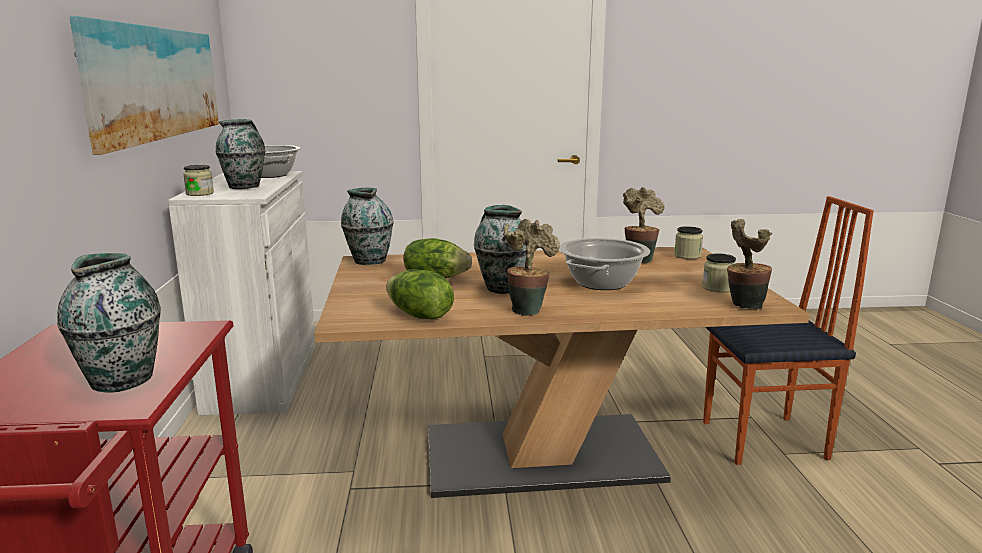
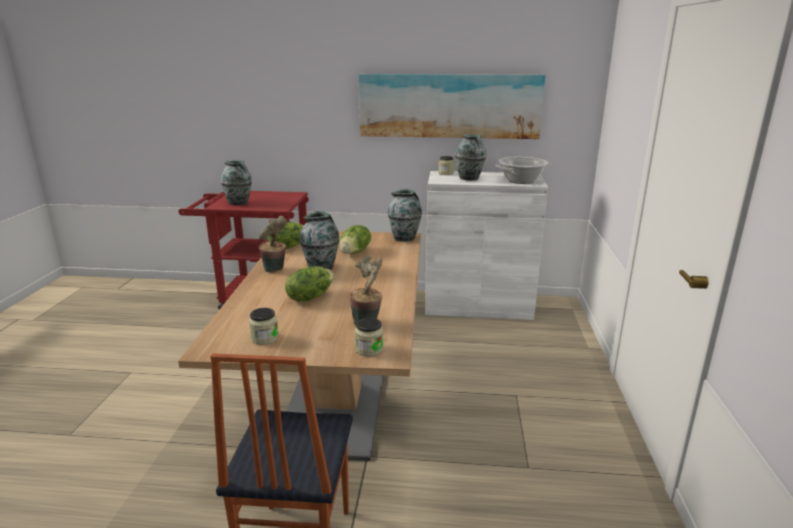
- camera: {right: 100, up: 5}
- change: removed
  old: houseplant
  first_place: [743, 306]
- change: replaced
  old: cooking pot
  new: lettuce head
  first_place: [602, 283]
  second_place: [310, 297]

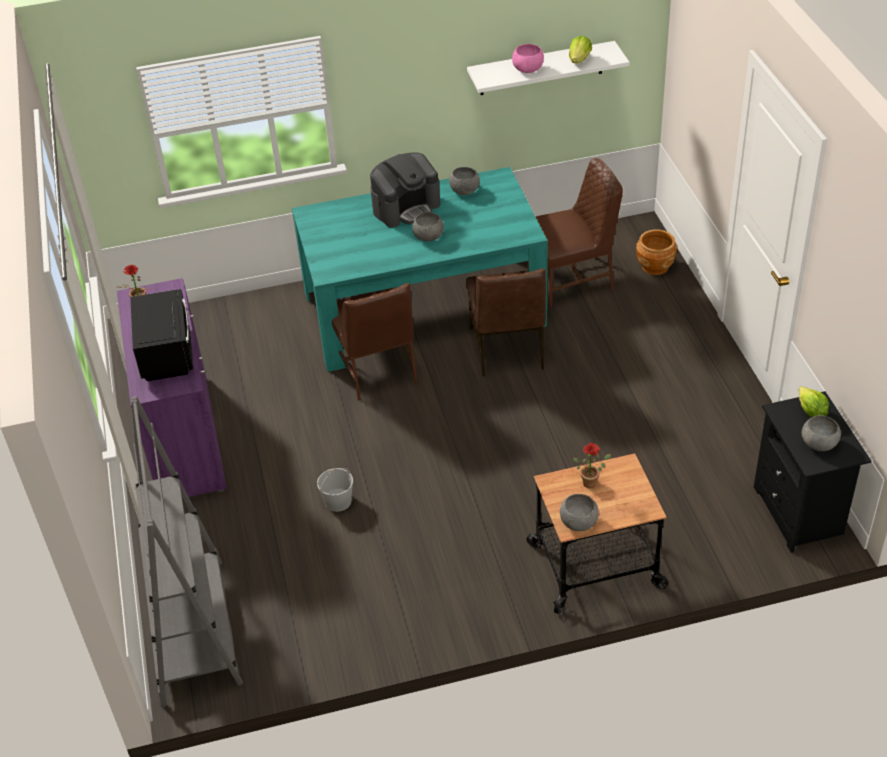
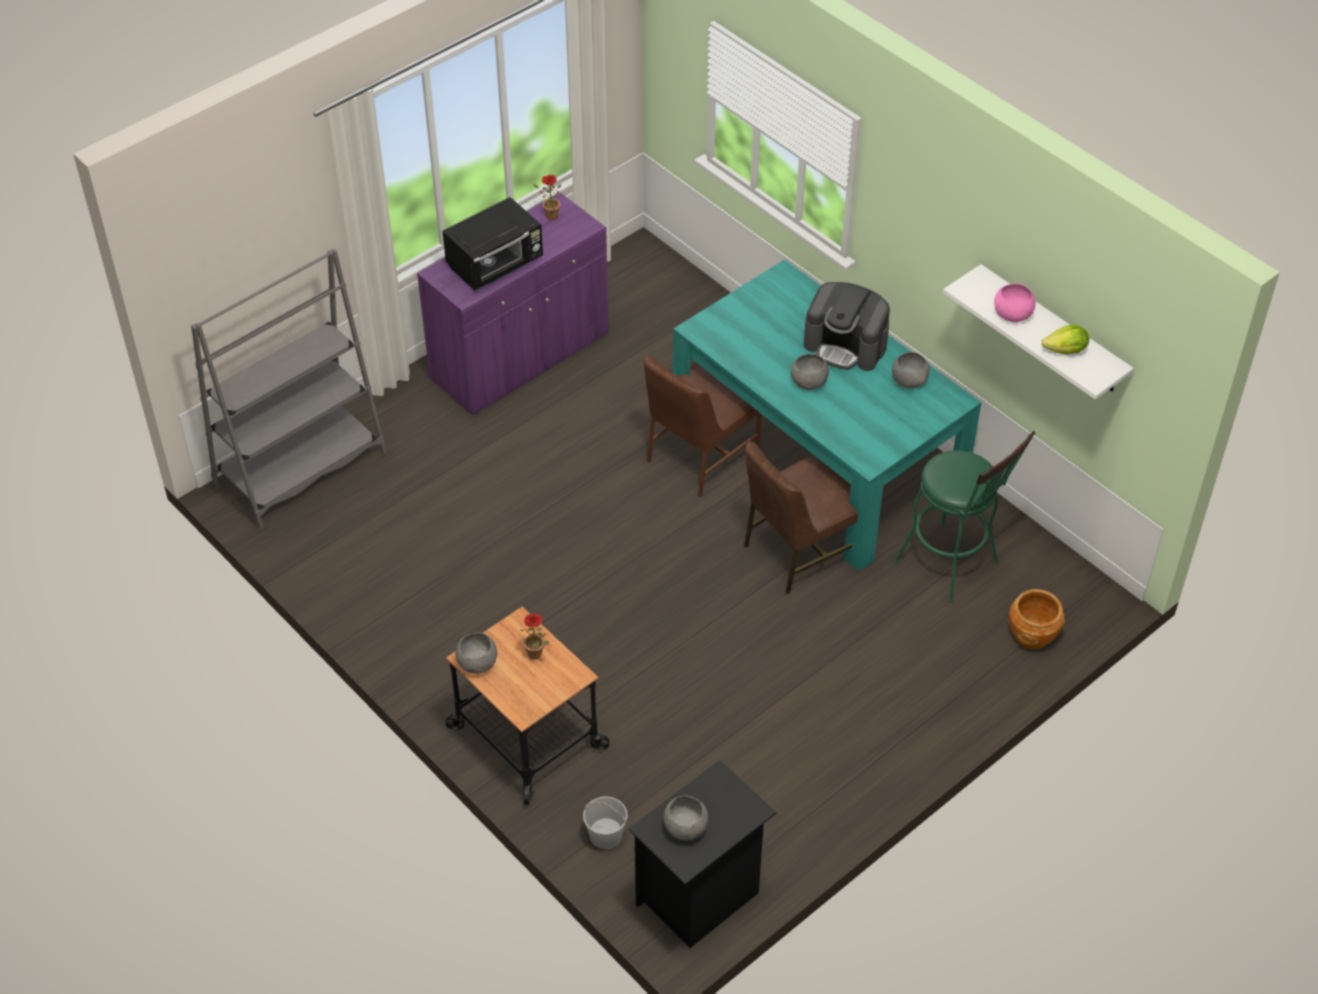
- camera: {right: 60, up: 5}
- change: removed
  old: lettuce head
  first_place: [811, 412]
- change: moved
  old: white-coloured pail
  first_place: [337, 501]
  second_place: [605, 835]
- change: replaced
  old: brownish plain chair
  new: green-coloured stool seat
  first_place: [572, 280]
  second_place: [953, 566]

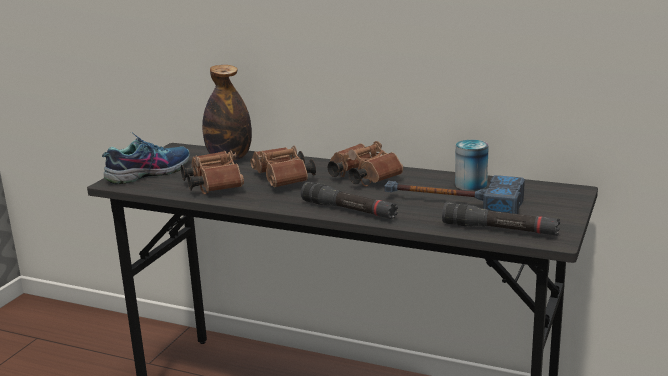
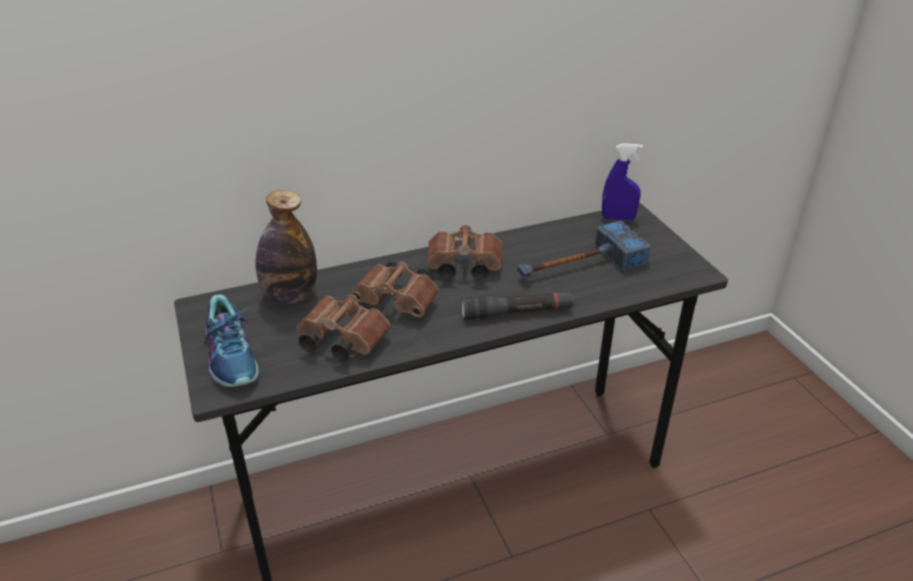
- camera: {right: -45, up: 15}
- change: removed
  old: black-coloured hand torch
  first_place: [500, 230]
- change: removed
  old: metal can
  first_place: [471, 185]
- change: added
  new: blue-coloured hand sprayer
  second_place: [618, 218]
- change: turned
  old: item of footwear
  first_place: [148, 172]
  second_place: [232, 356]
  degrees: 150

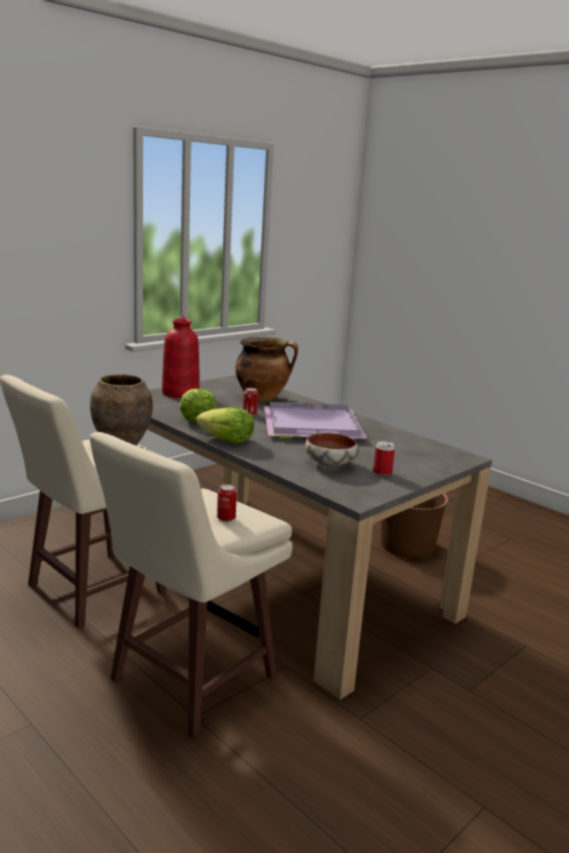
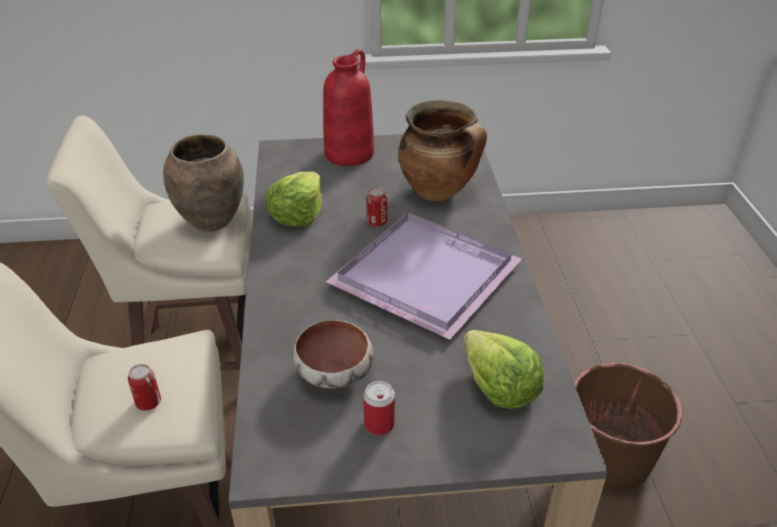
- camera: {right: 40, up: 20}
- change: moved
  old: lettuce head
  first_place: [227, 440]
  second_place: [499, 387]

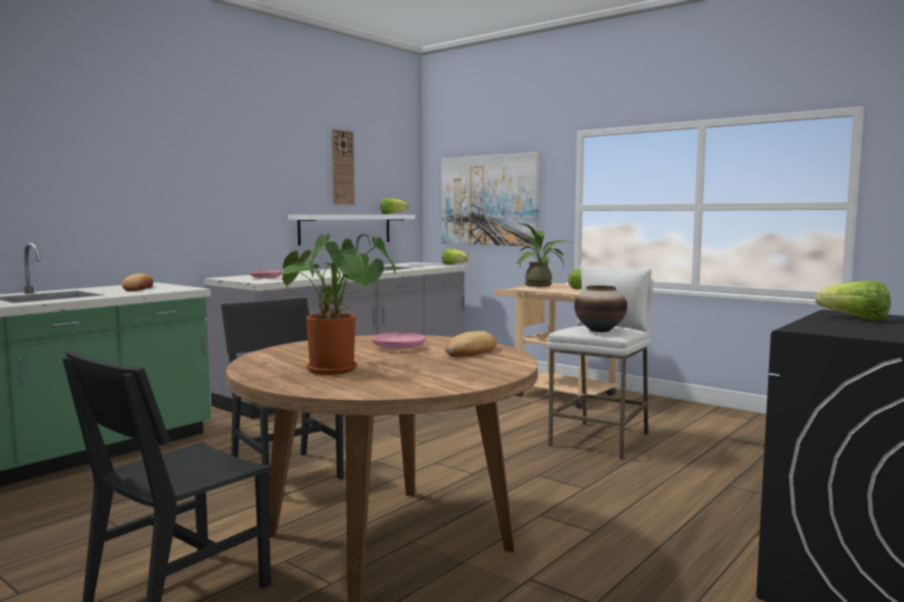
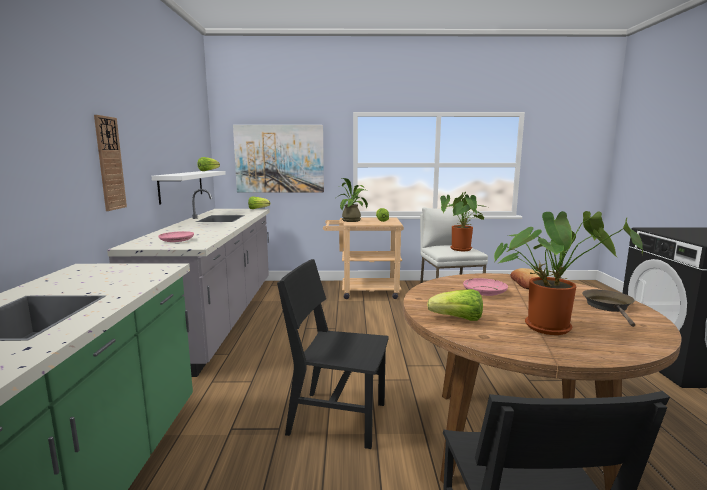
- camera: {right: -40, up: 5}
- change: removed
  old: bakery bread
  first_place: [138, 288]
- change: added
  new: brownish skillet
  second_place: [609, 307]
- change: moved
  old: wall clock
  first_place: [342, 167]
  second_place: [109, 163]
- change: moved
  old: lettuce head
  first_place: [855, 318]
  second_place: [457, 319]
- change: replaced
  old: decorative vase
  new: houseplant
  first_place: [599, 330]
  second_place: [461, 250]

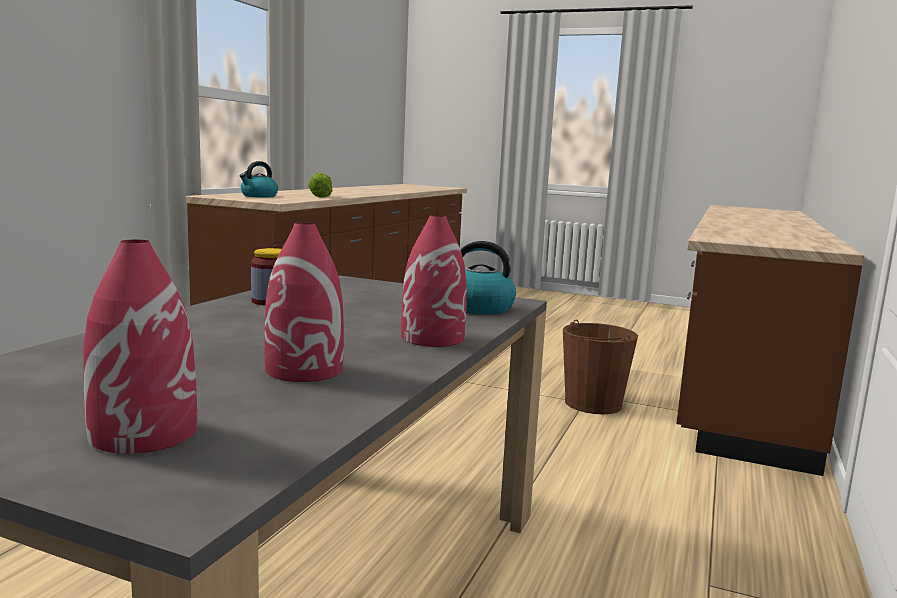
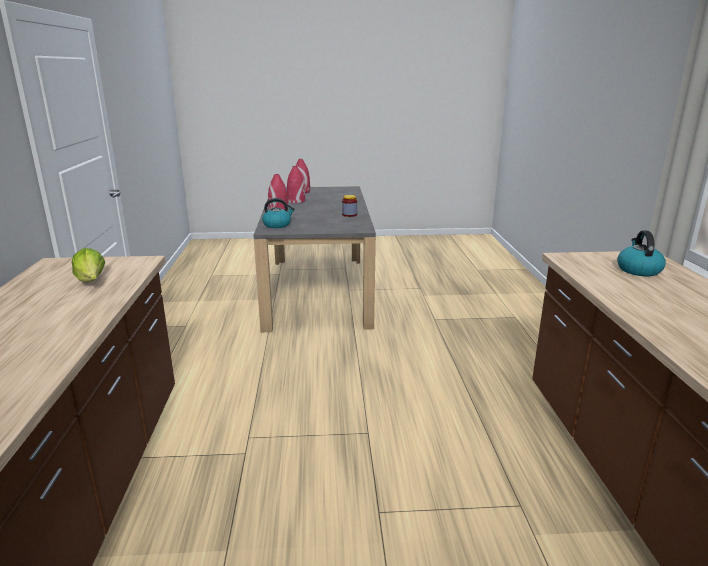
- camera: {right: 155, up: 10}
- change: removed
  old: brownish pail
  first_place: [592, 404]
- change: moved
  old: lettuce head
  first_place: [321, 197]
  second_place: [91, 282]

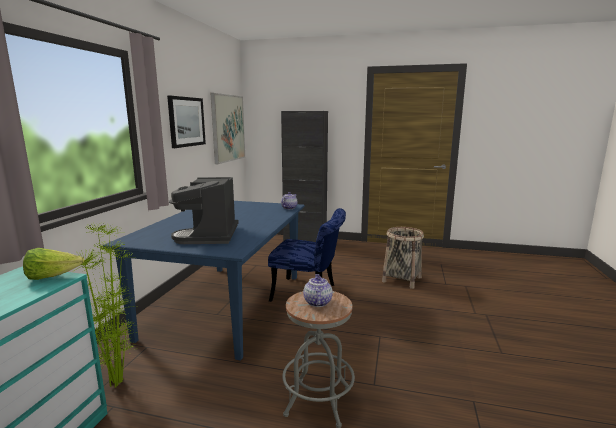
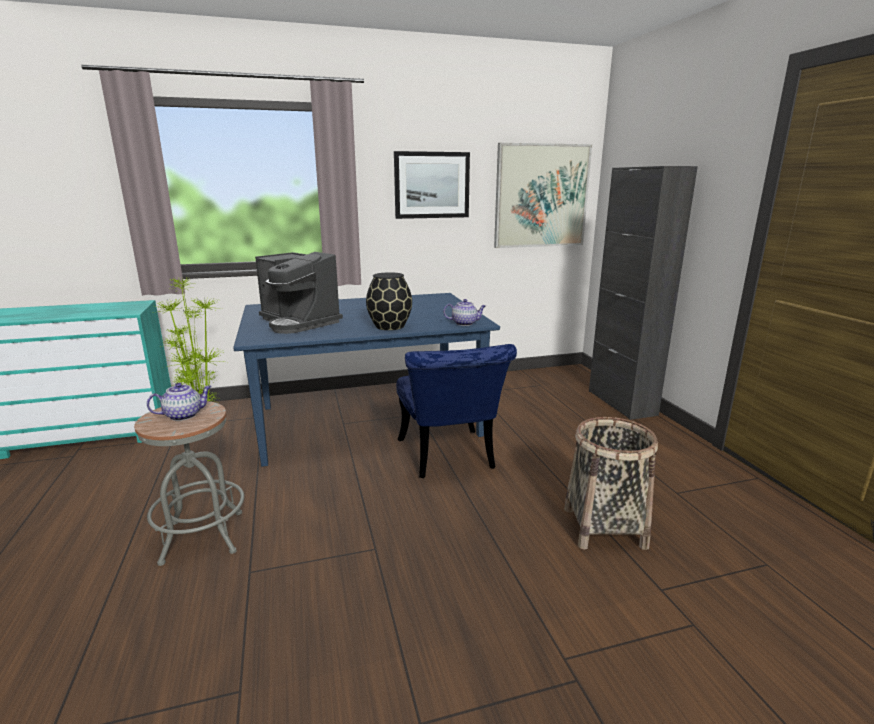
- camera: {right: 60, up: 5}
- change: removed
  old: lettuce head
  first_place: [52, 277]
- change: added
  new: black-coloured decorative vase
  second_place: [389, 326]
- change: turned
  old: coffee machine
  first_place: [210, 236]
  second_place: [299, 322]
  degrees: -105

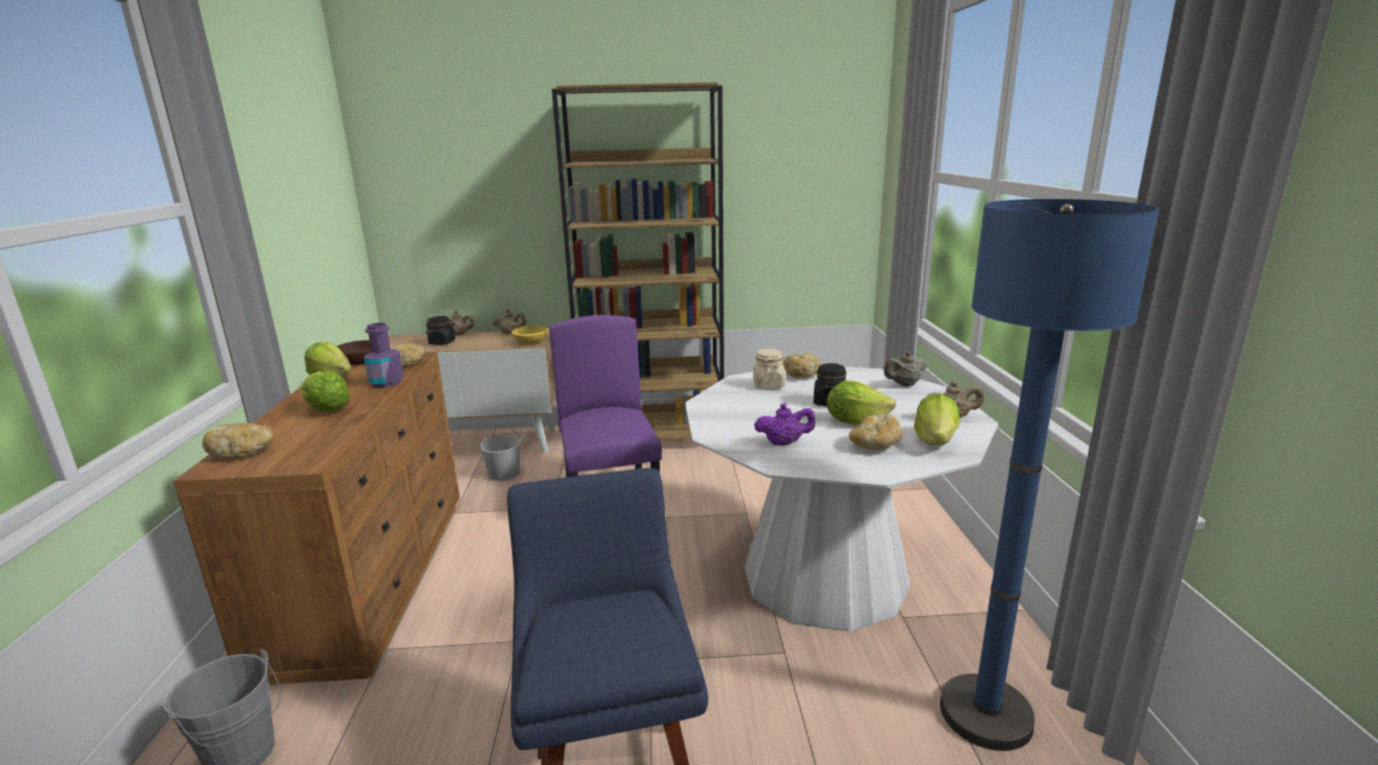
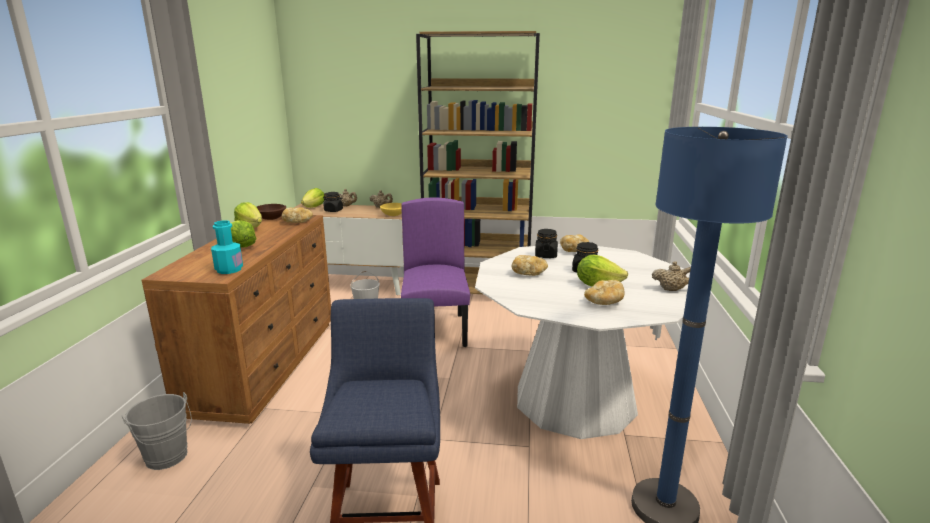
- camera: {right: 10, up: 0}
- change: removed
  old: purple-coloured beverage bottle
  first_place: [387, 382]
- change: removed
  old: purple-coloured tea pot
  first_place: [784, 443]
- change: removed
  old: beige tea pot
  first_place: [904, 385]
- change: added
  new: turquoise-coloured beverage bottle
  second_place: [229, 269]
- change: moved
  old: bakery bread
  first_place: [243, 452]
  second_place: [528, 273]
- change: moved
  old: lettuce head
  first_place: [935, 441]
  second_place: [314, 207]
- change: recoloured
  old: beige preserve jar
  new: black-coloured preserve jar
  first_place: [768, 385]
  second_place: [545, 255]

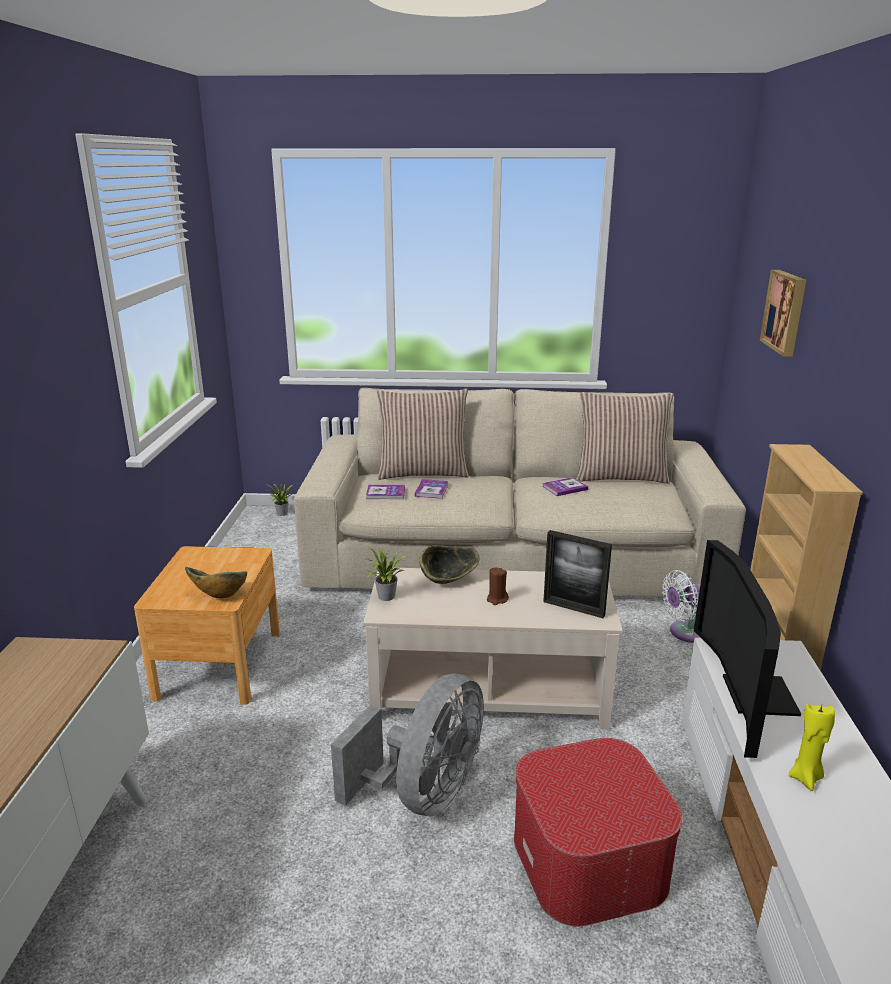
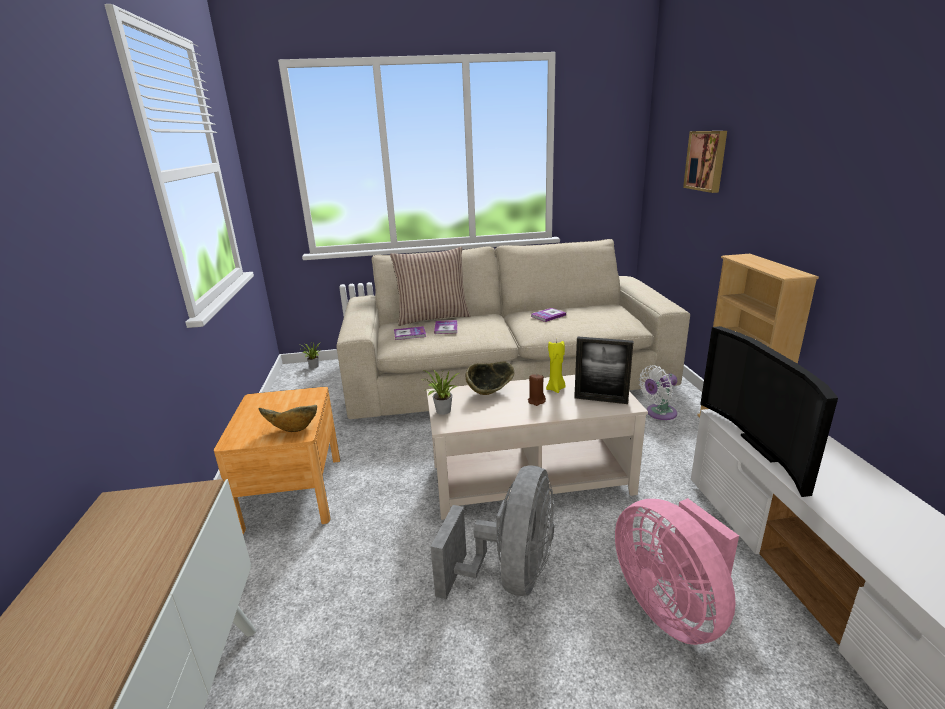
- camera: {right: -10, up: 0}
- change: removed
  old: pillow
  first_place: [621, 476]
- change: moved
  old: yellowish wax candle
  first_place: [806, 777]
  second_place: [556, 389]
- change: replaced
  old: pouffe
  new: pink cooling fan
  first_place: [589, 860]
  second_place: [671, 607]

